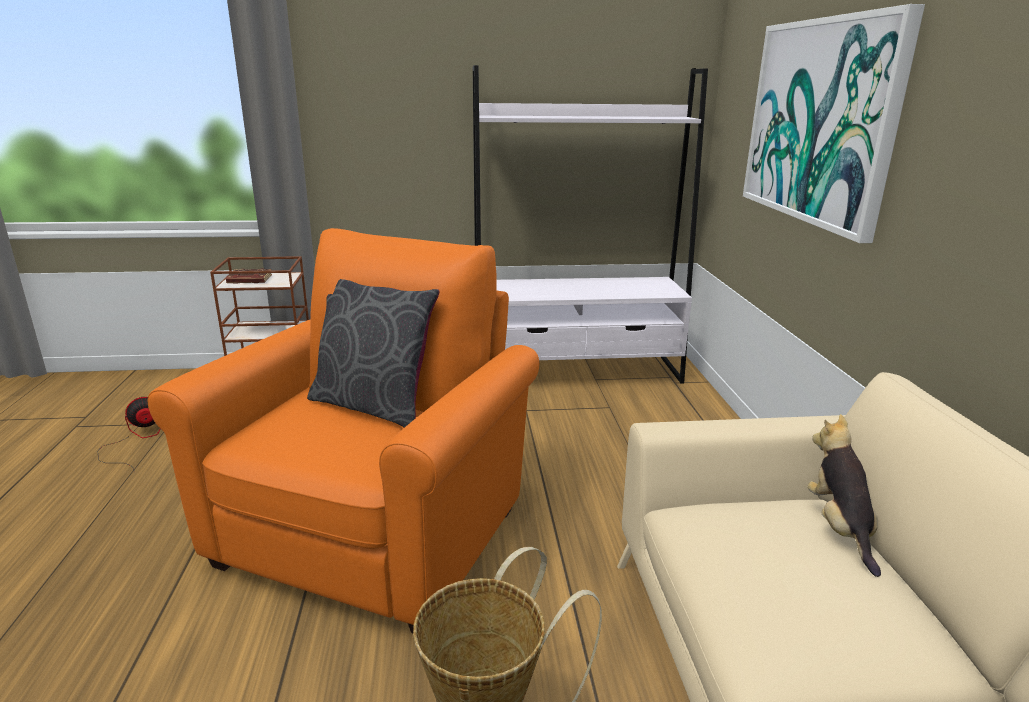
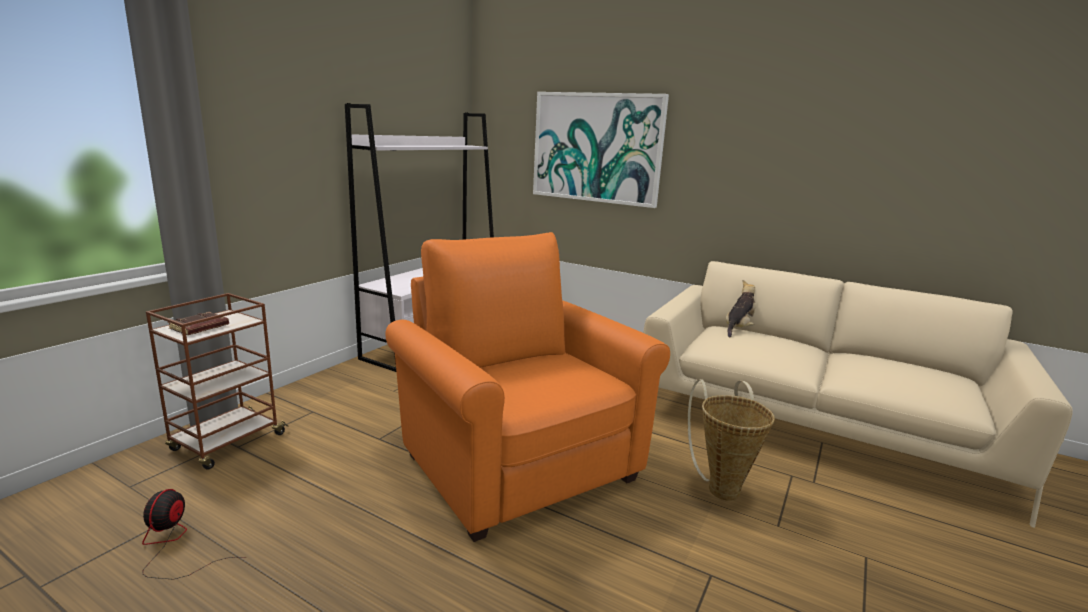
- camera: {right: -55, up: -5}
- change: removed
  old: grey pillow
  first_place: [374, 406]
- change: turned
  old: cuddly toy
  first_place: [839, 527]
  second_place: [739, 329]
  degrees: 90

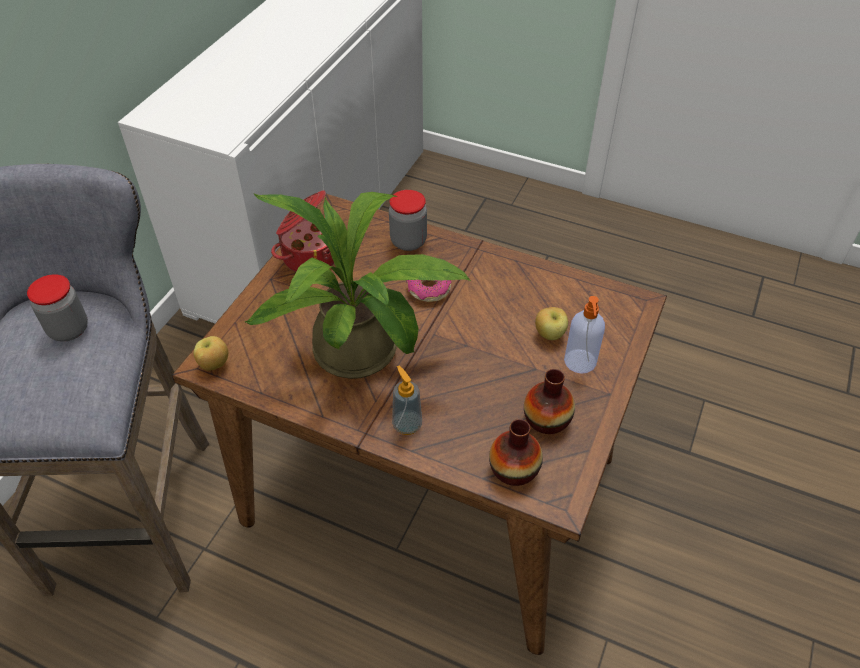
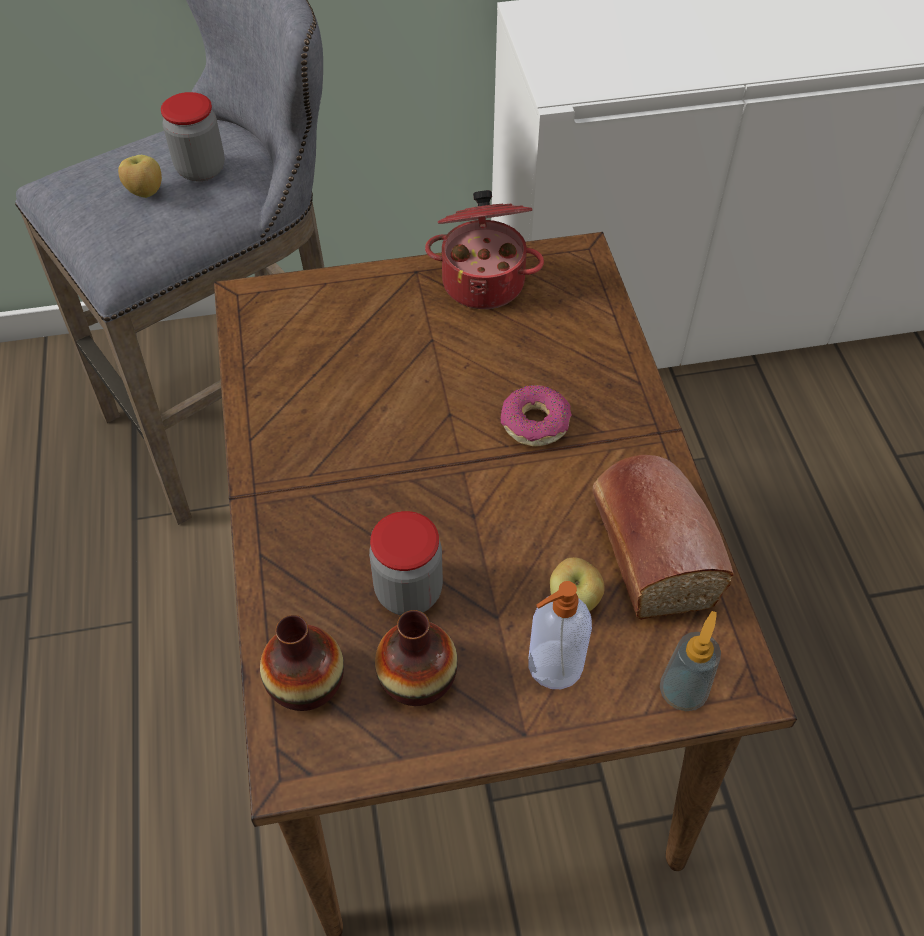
- camera: {right: 55, up: 5}
- change: removed
  old: houseplant
  first_place: [365, 355]
- change: added
  new: bakery bread
  second_place: [648, 545]
- change: moved
  old: apple
  first_place: [214, 365]
  second_place: [145, 193]
- change: moved
  old: preserve jar
  first_place: [408, 241]
  second_place: [408, 591]
- change: moved
  old: liquid soap bottle
  first_place: [407, 425]
  second_place: [682, 692]

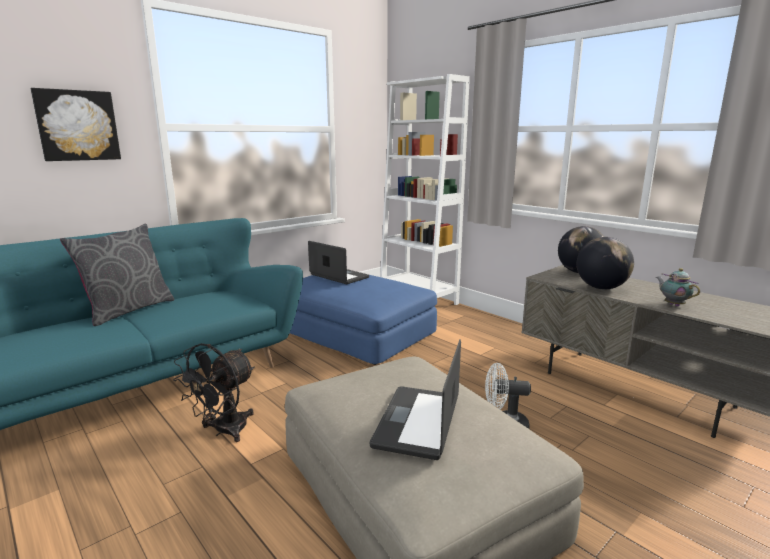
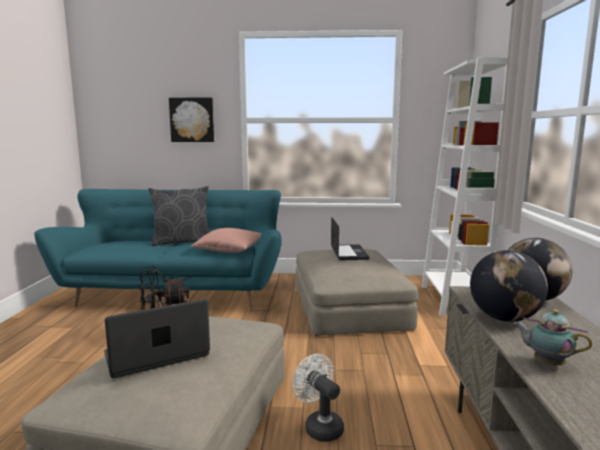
- camera: {right: 45, up: -5}
- change: added
  new: pink pillow
  second_place: [231, 250]
- change: recoloured
  old: blue-coloured pouffe
  new: beige pouffe
  first_place: [352, 330]
  second_place: [348, 305]
- change: turned
  old: tea pot
  first_place: [673, 305]
  second_place: [546, 363]
  degrees: -75

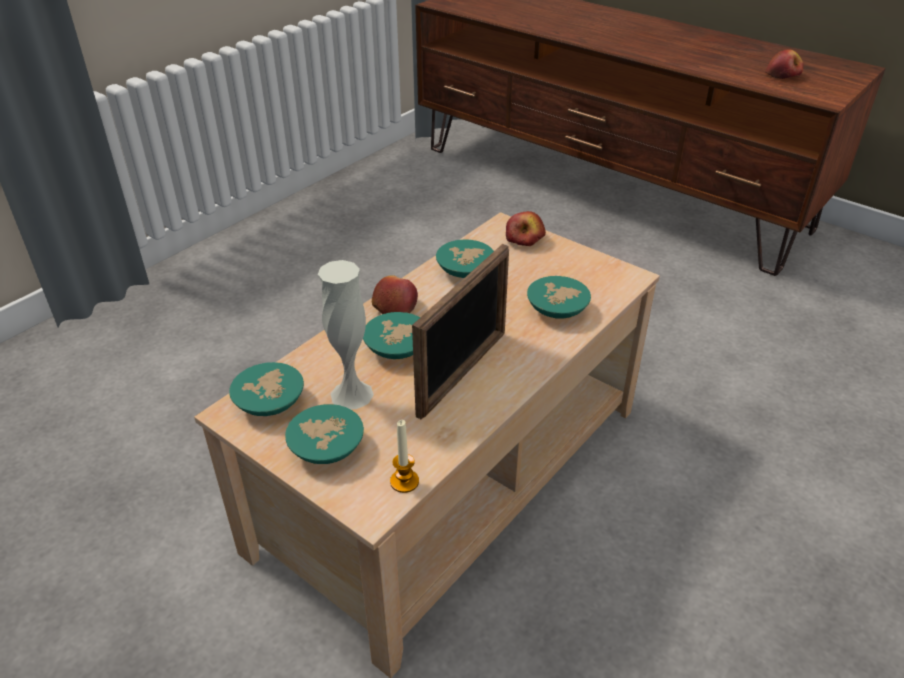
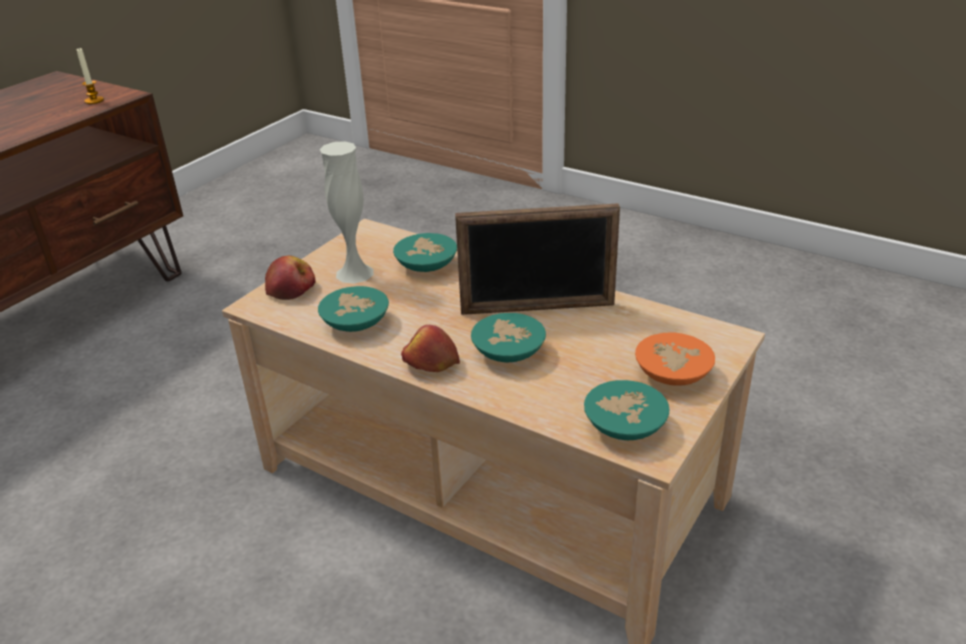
- camera: {right: -95, up: -5}
- change: removed
  old: apple
  first_place: [783, 75]
- change: moved
  old: white-coloured decorative vase
  first_place: [352, 394]
  second_place: [354, 273]
- change: moved
  old: wax candle
  first_place: [404, 481]
  second_place: [94, 101]
- change: recoloured
  old: turquoise-coloured deep dish
  new: orange-coloured deep dish
  first_place: [324, 447]
  second_place: [672, 376]
- change: turned
  old: photo frame
  first_place: [463, 373]
  second_place: [537, 308]
  degrees: 150

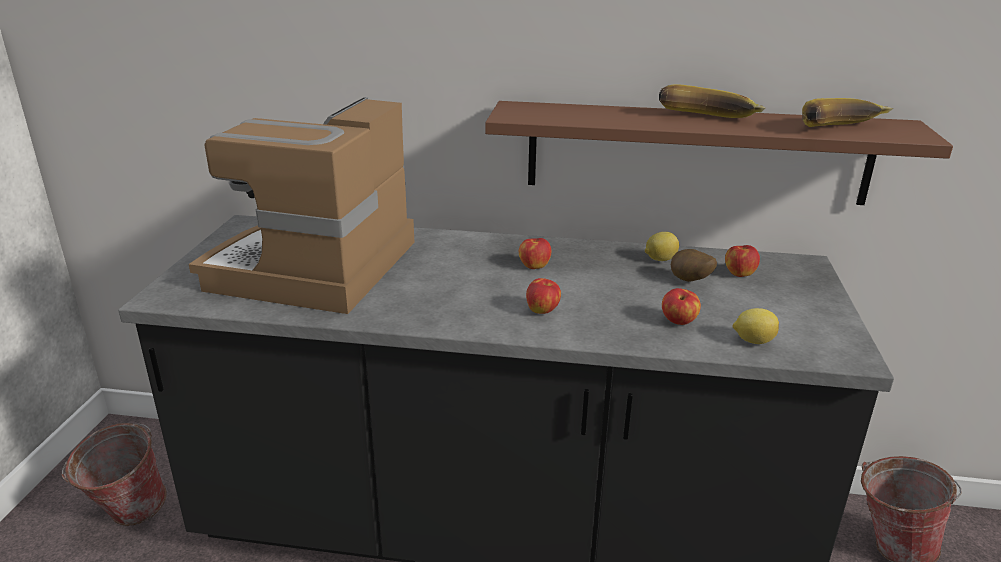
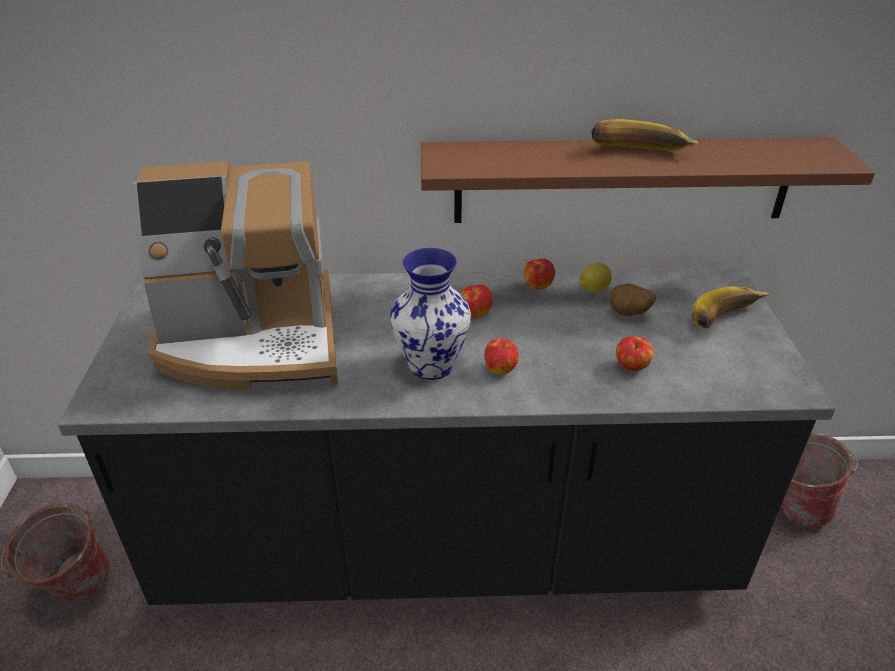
- camera: {right: -10, up: 10}
- change: removed
  old: lemon
  first_place: [753, 340]
- change: added
  new: decorative vase
  second_place: [432, 365]
- change: moved
  old: apple
  first_place: [739, 273]
  second_place: [538, 285]
- change: moved
  old: banana fruit
  first_place: [843, 130]
  second_place: [727, 321]
- change: turned
  old: coffee machine
  first_place: [315, 267]
  second_place: [253, 340]
  degrees: -105

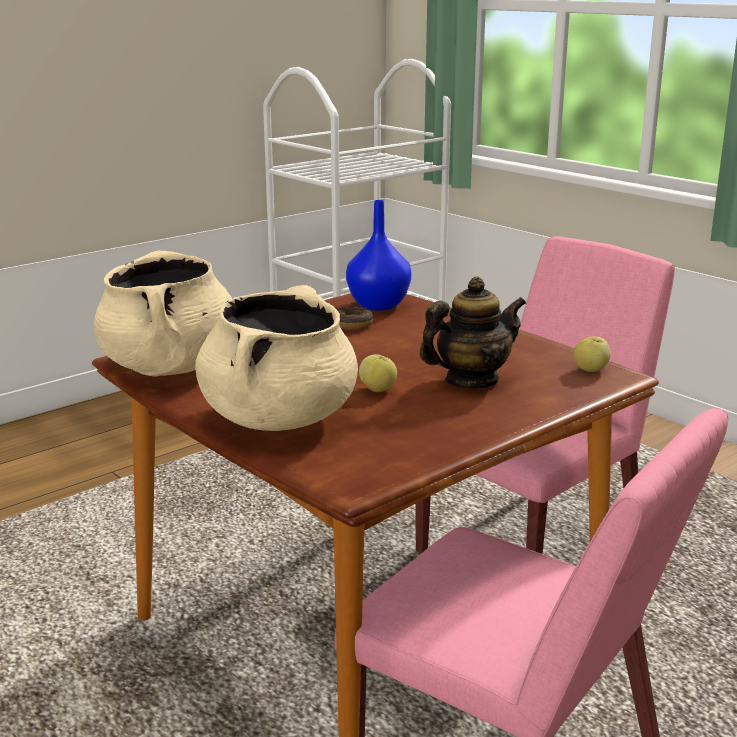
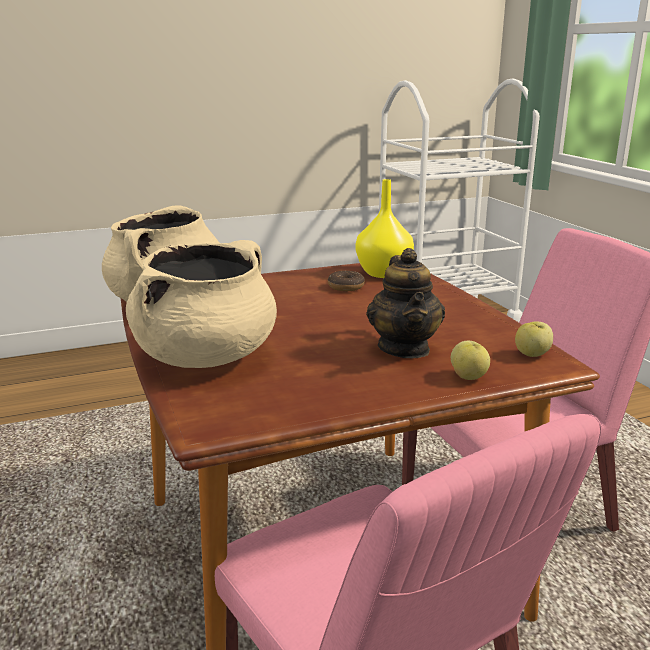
- camera: {right: 20, up: 0}
- change: moved
  old: apple
  first_place: [378, 389]
  second_place: [468, 377]
- change: recoloured
  old: blue-coloured decorative vase
  new: yellowish decorative vase
  first_place: [377, 305]
  second_place: [382, 273]
- change: turned
  old: tea pot
  first_place: [471, 381]
  second_place: [404, 348]
  degrees: 90

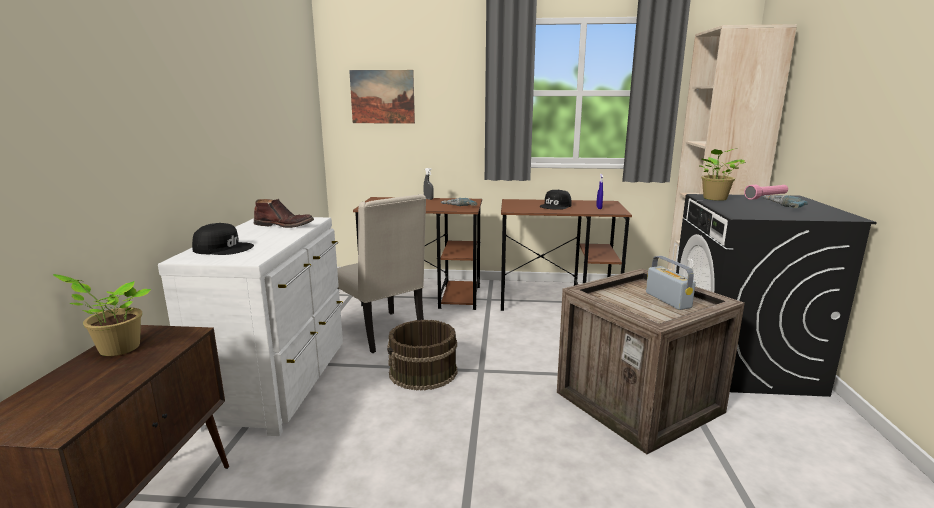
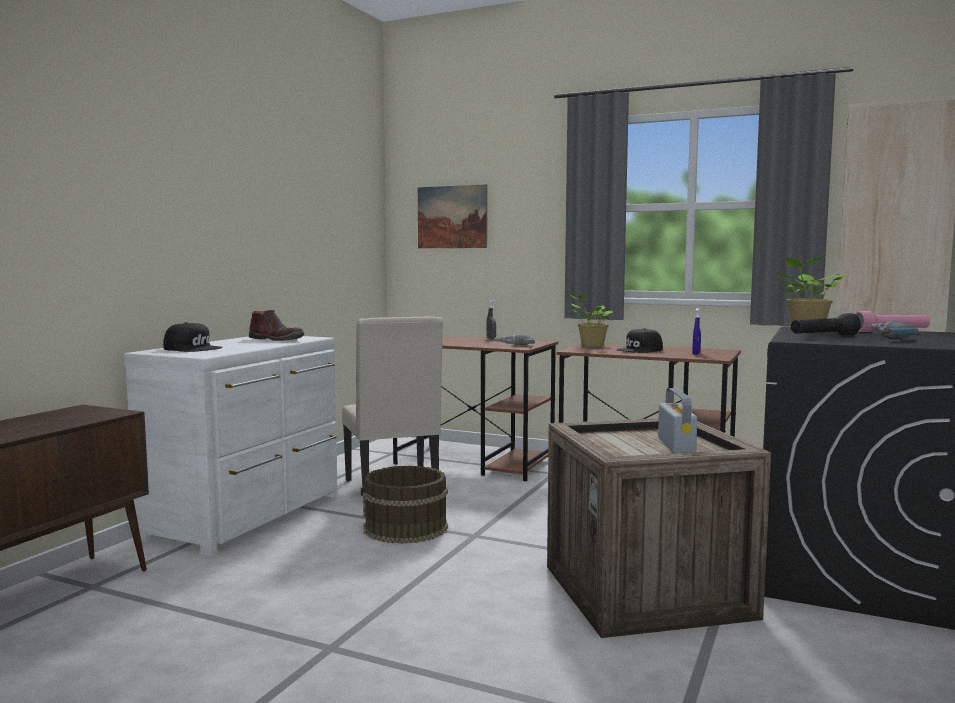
- camera: {right: 20, up: -10}
- change: added
  new: black-coloured hand torch
  second_place: [823, 336]
- change: moved
  old: houseplant
  first_place: [116, 349]
  second_place: [590, 345]

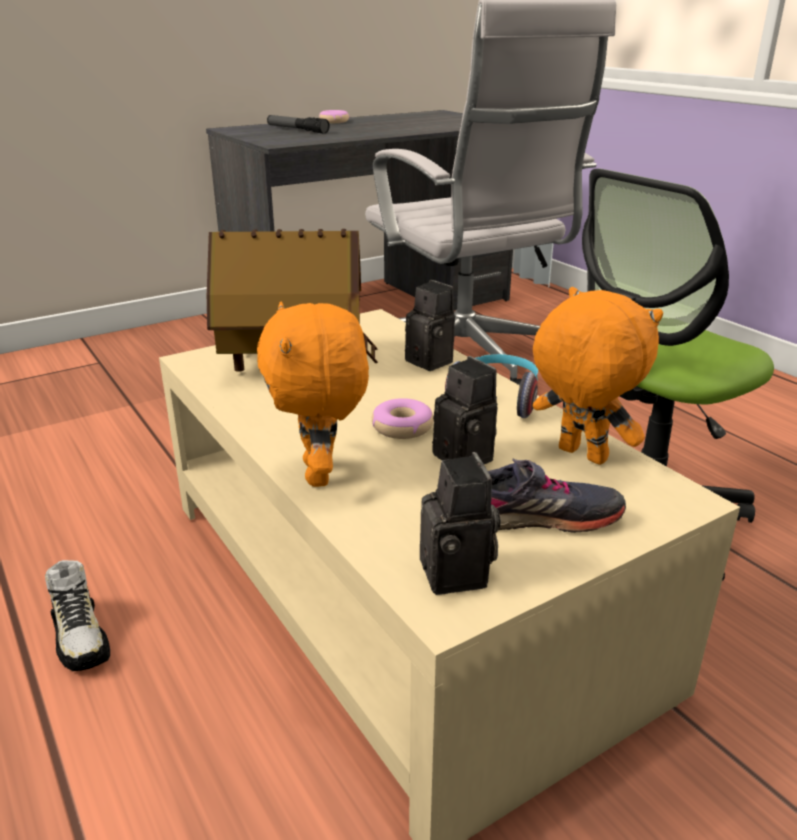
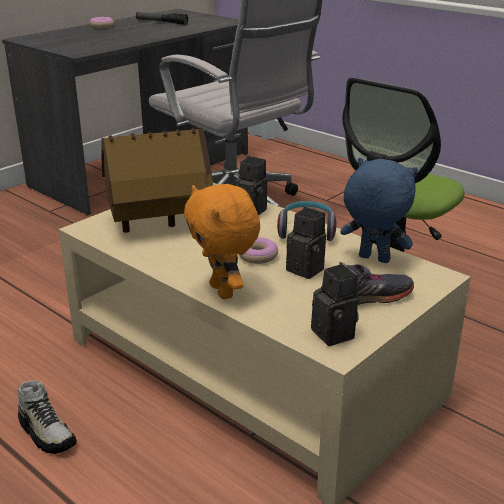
- camera: {right: -15, up: 0}
- change: moved
  old: hand torch
  first_place: [297, 130]
  second_place: [161, 22]
- change: recoloured
  old: orange-coloured cuddly toy
  new: blue-coloured cuddly toy
  first_place: [580, 456]
  second_place: [373, 259]

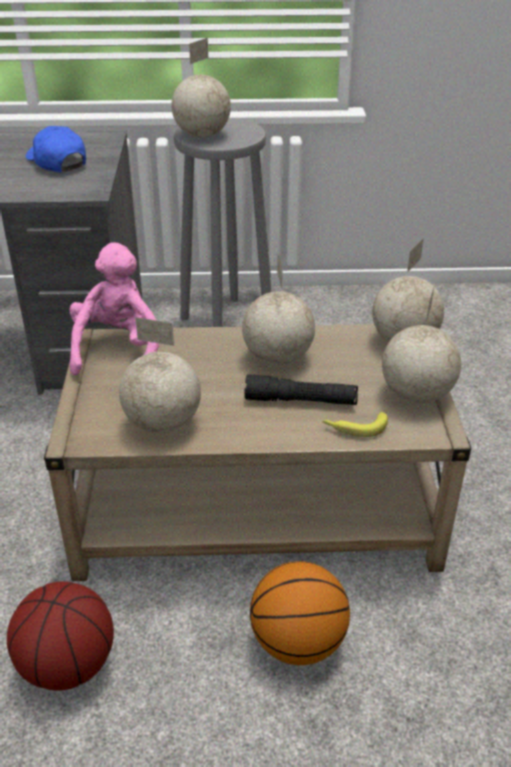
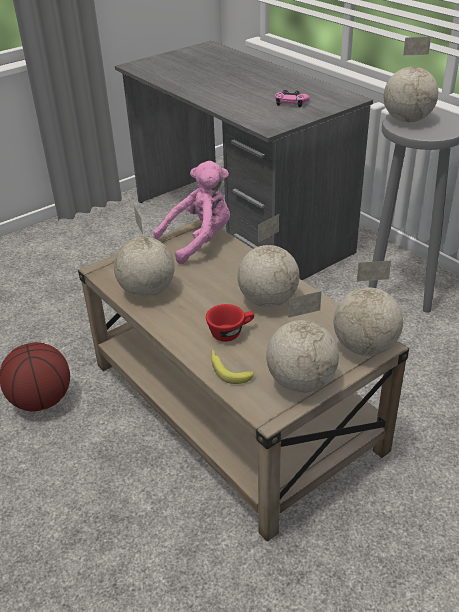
- camera: {right: 55, up: 0}
- change: removed
  old: basketball ball
  first_place: [298, 643]
- change: replaced
  old: blue-coloured baseball cap
  new: pink gamepad
  first_place: [57, 162]
  second_place: [291, 102]
- change: replaced
  old: black-coloured hand torch
  new: red small cup
  first_place: [300, 400]
  second_place: [231, 332]

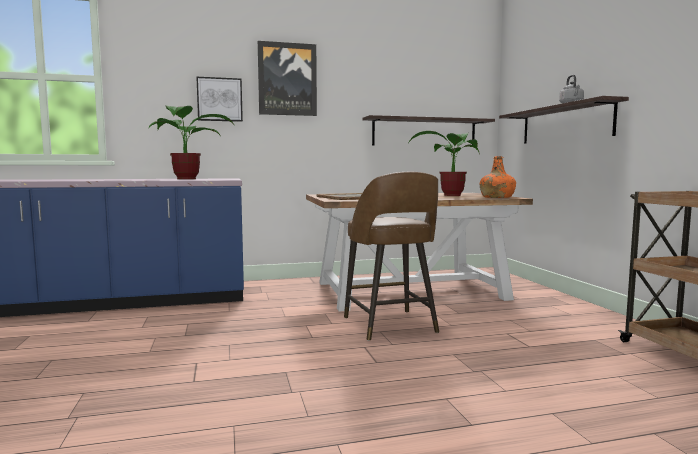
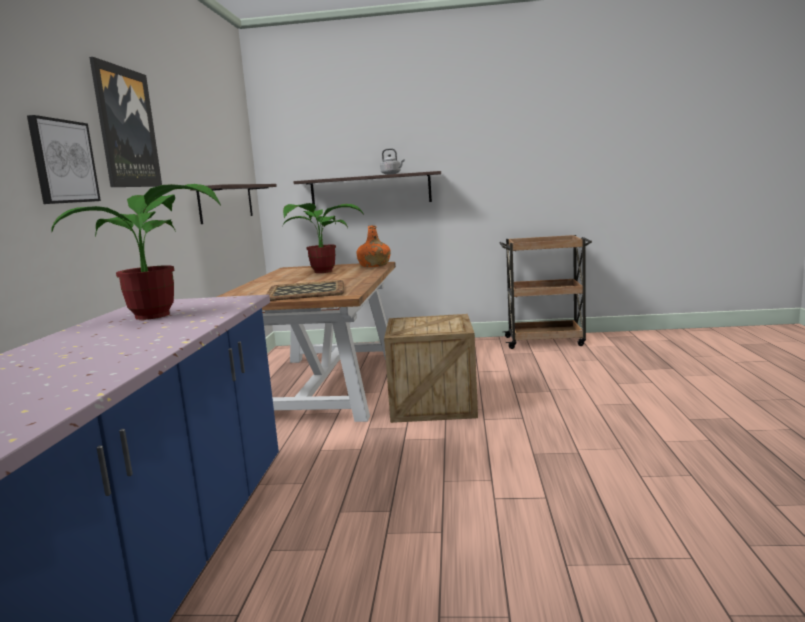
- camera: {right: -70, up: 5}
- change: replaced
  old: brownish stool seat
  new: packing crate
  first_place: [390, 326]
  second_place: [433, 404]

